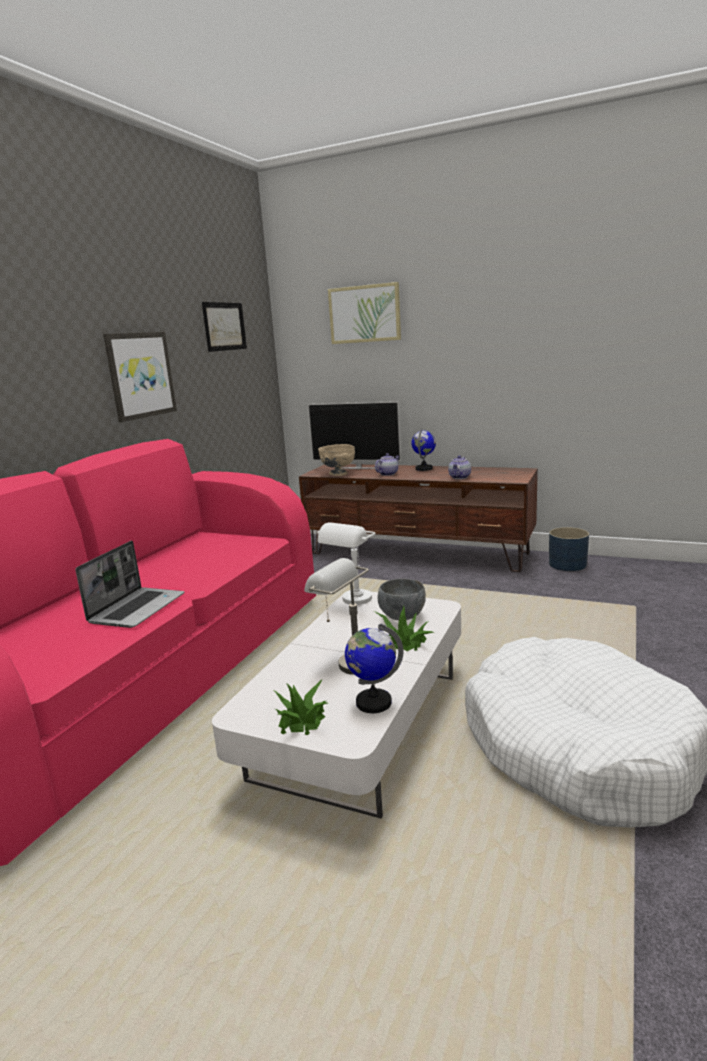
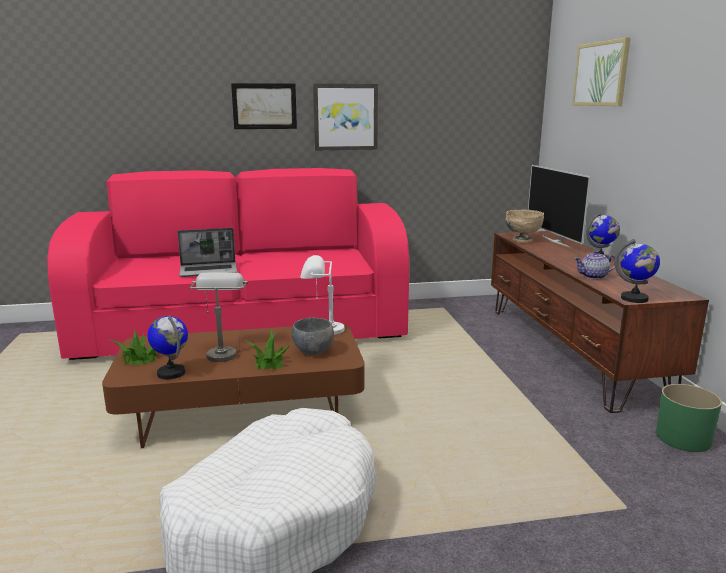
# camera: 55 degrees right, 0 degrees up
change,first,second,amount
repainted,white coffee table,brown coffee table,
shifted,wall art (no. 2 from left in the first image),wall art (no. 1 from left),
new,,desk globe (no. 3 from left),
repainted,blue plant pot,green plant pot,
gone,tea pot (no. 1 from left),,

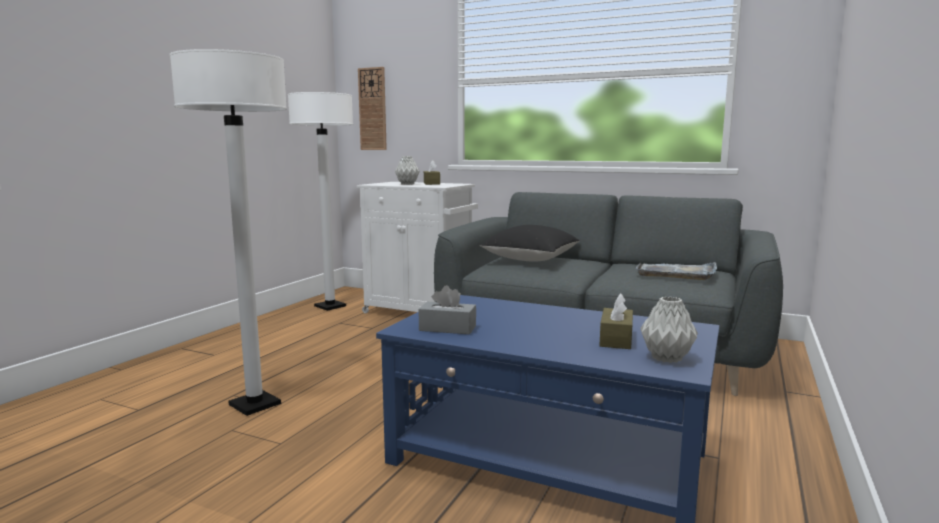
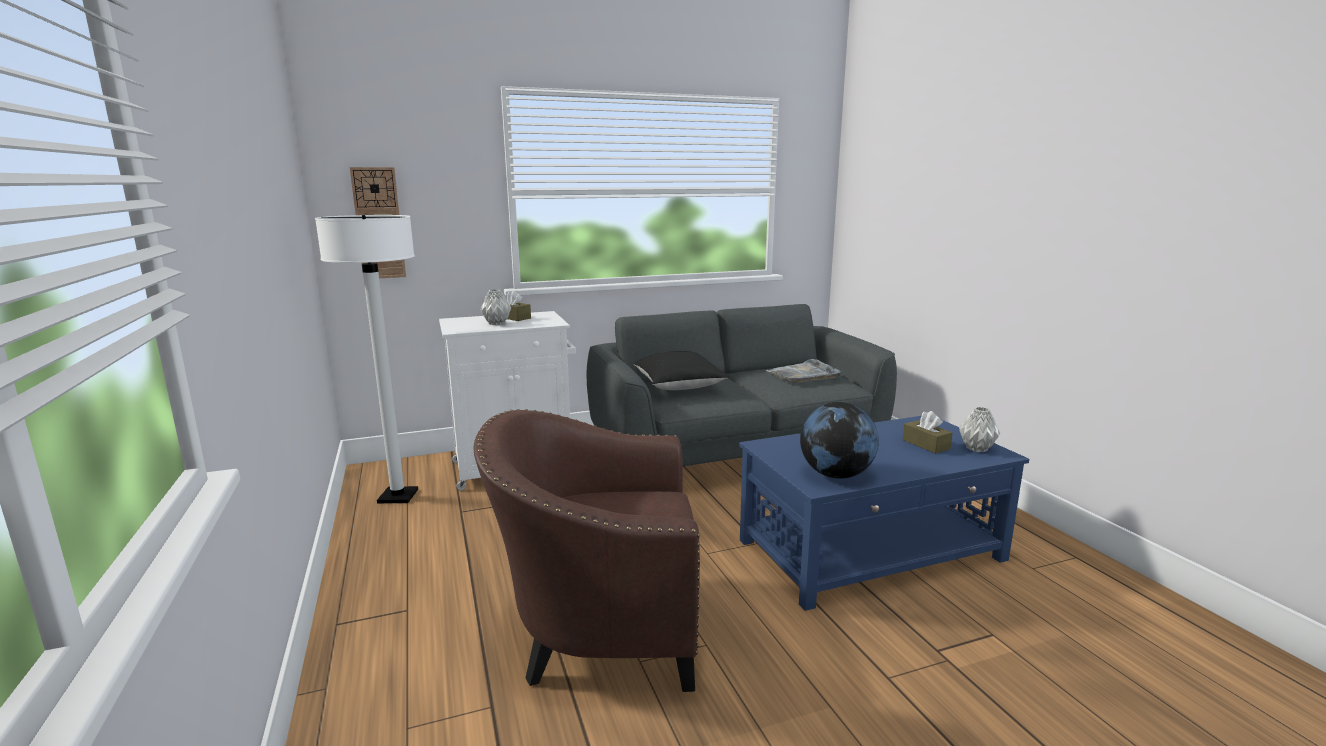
# camera: 45 degrees left, 5 degrees up
change,first,second,amount
swapped,white standing lamp (no. 1 from left),brown lounge chair,
swapped,grey tissue box,desk globe,

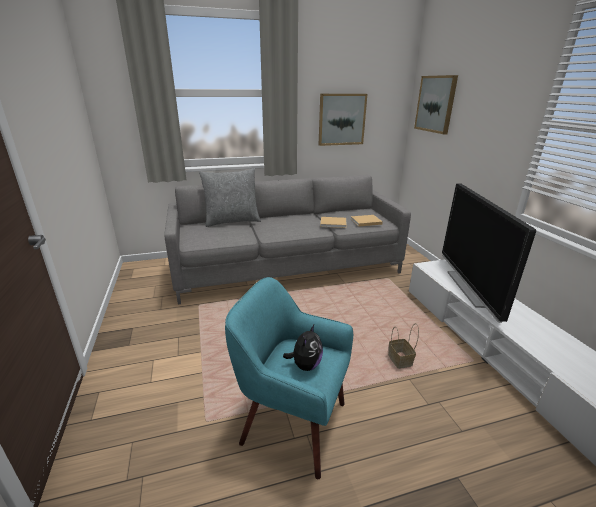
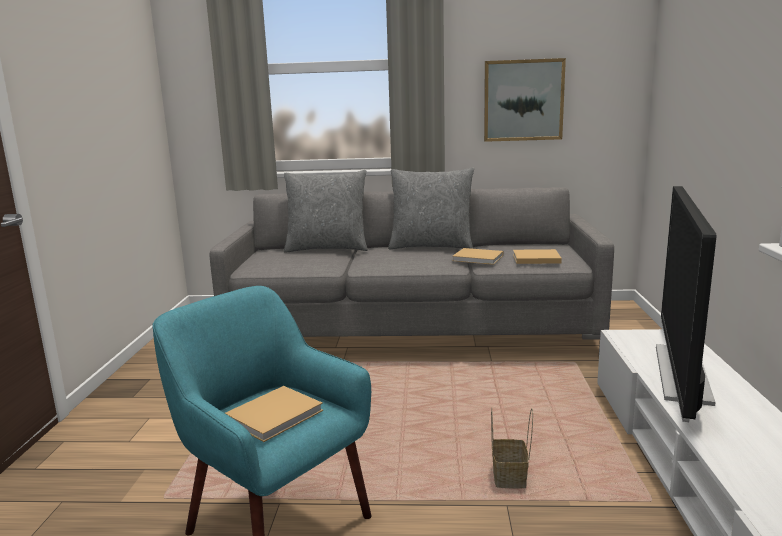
# camera: 20 degrees right, 10 degrees down
change,first,second,amount
swapped,soft toy,beige bound book (no. 1 from left),
new,,grey throw pillow (no. 2 from left),
gone,wall art (no. 2 from left),,

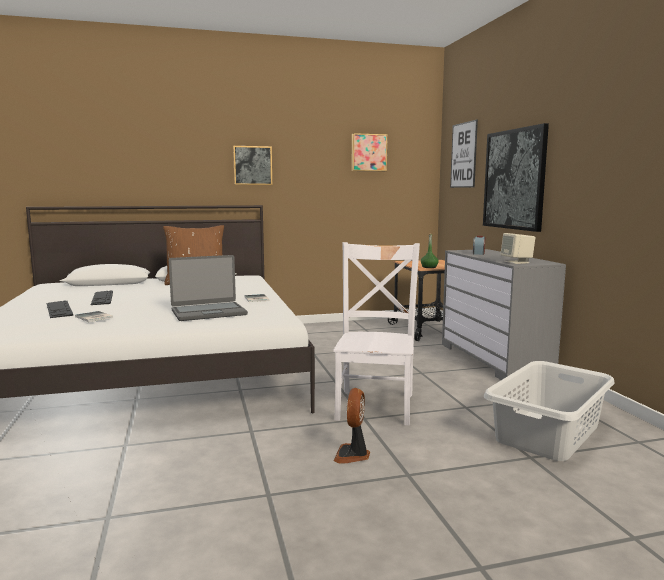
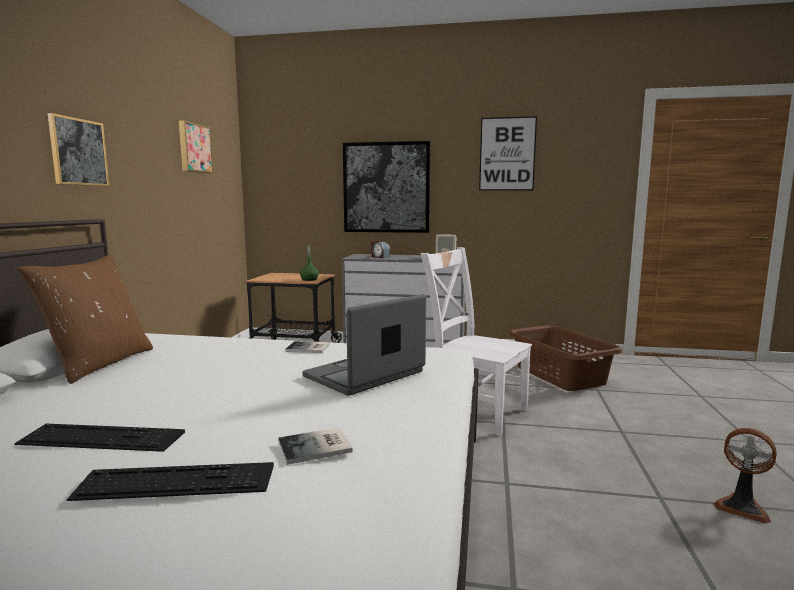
# camera: 65 degrees left, 0 degrees up
change,first,second,amount
rotated,notebook computer,,135 degrees counterclockwise
shifted,wall art (no. 3 from left in the first image),wall art (no. 4 from left),
repainted,grey laundry basket,brown laundry basket,
shifted,fan,,

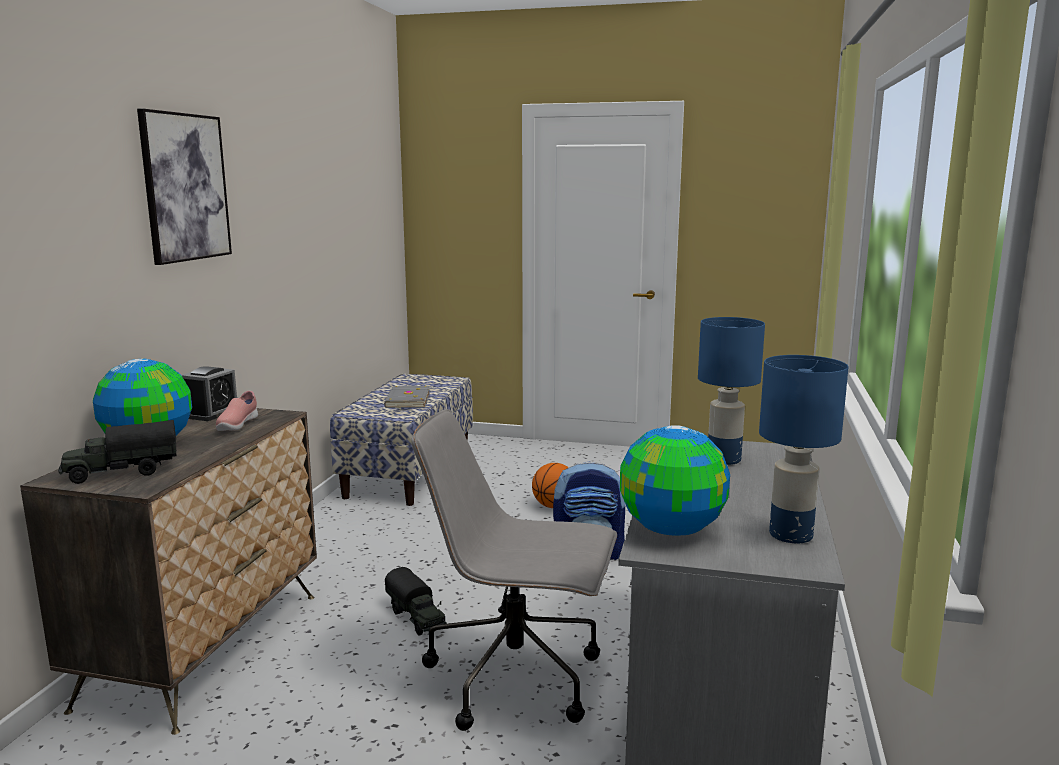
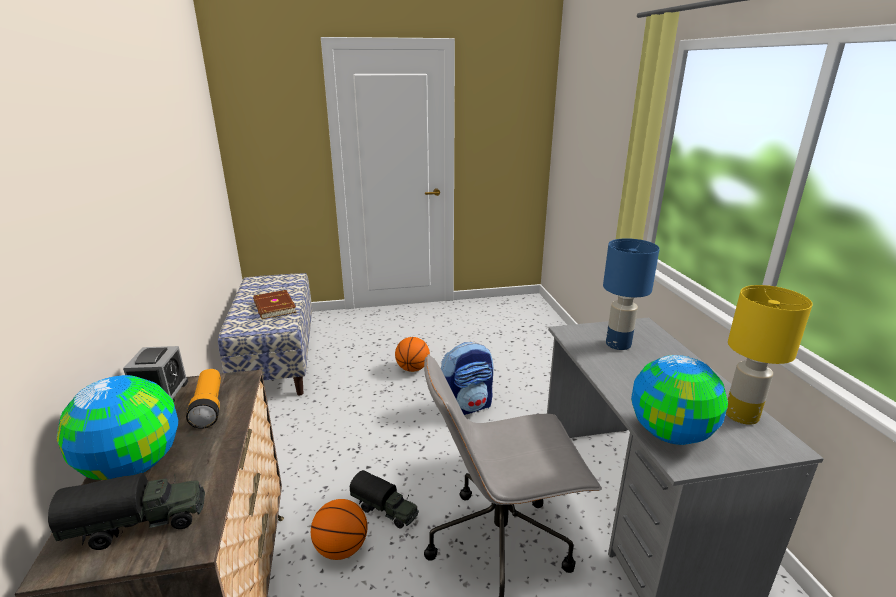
# camera: 25 degrees left, 10 degrees up
change,first,second,amount
rotated,toy truck (no. 1 from left),,150 degrees counterclockwise
swapped,pink-coloured low shoe,hand torch,
repainted,grey bound book,brown bound book,
new,,basketball (no. 1 from left),
repainted,blue table lamp (no. 2 from left),yellow-coloured table lamp,
gone,wall art,,

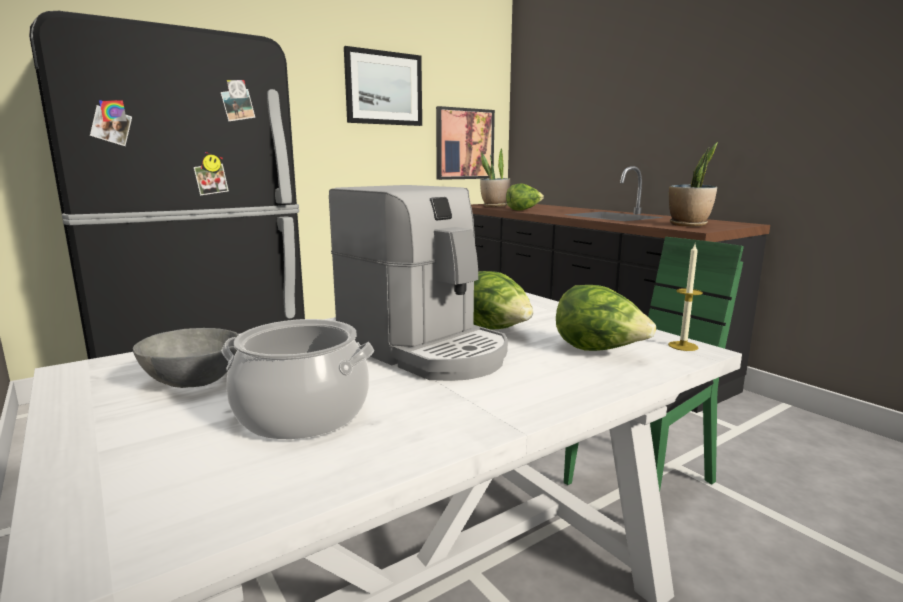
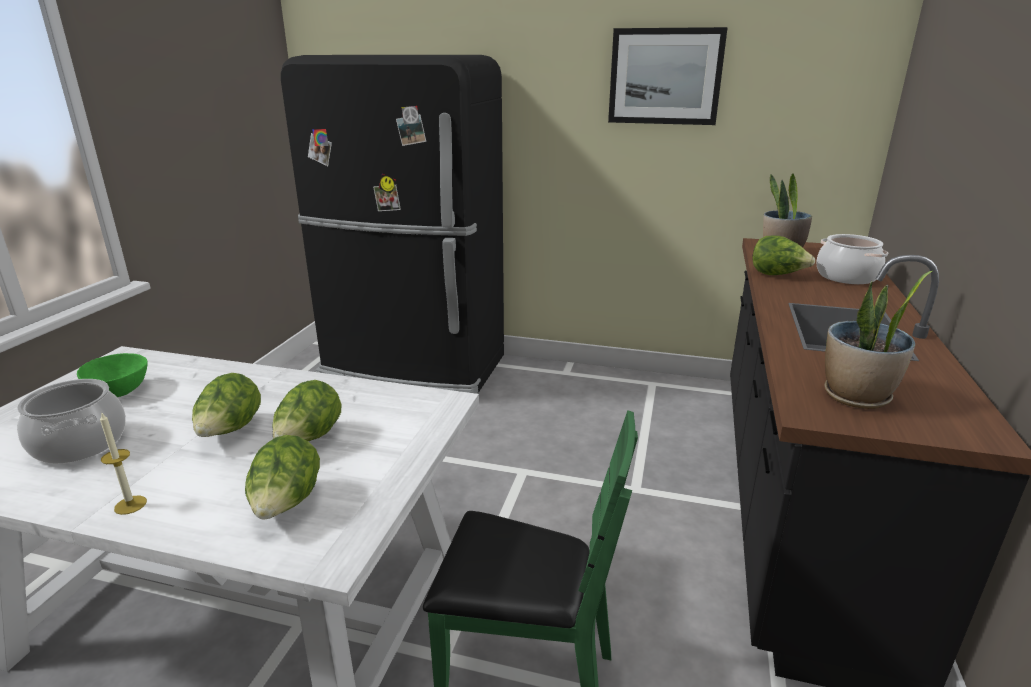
# camera: 50 degrees right, 10 degrees up
change,first,second,amount
repainted,grey bowl,green bowl,
shifted,wax light,,
swapped,coffee brewer,lettuce head (no. 1 from left),
new,,saucepot (no. 2 from left),
gone,wall art (no. 2 from left),,

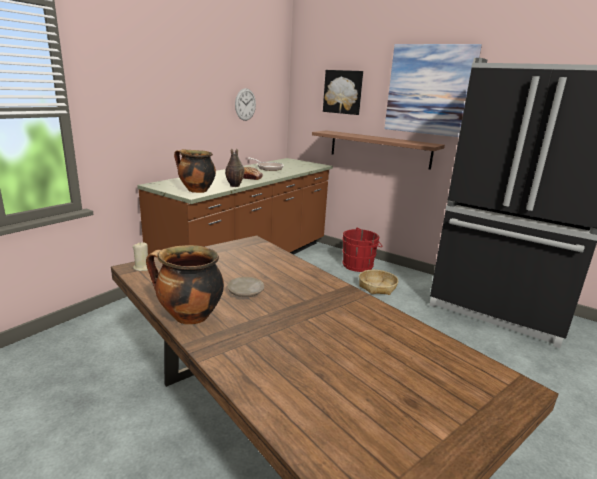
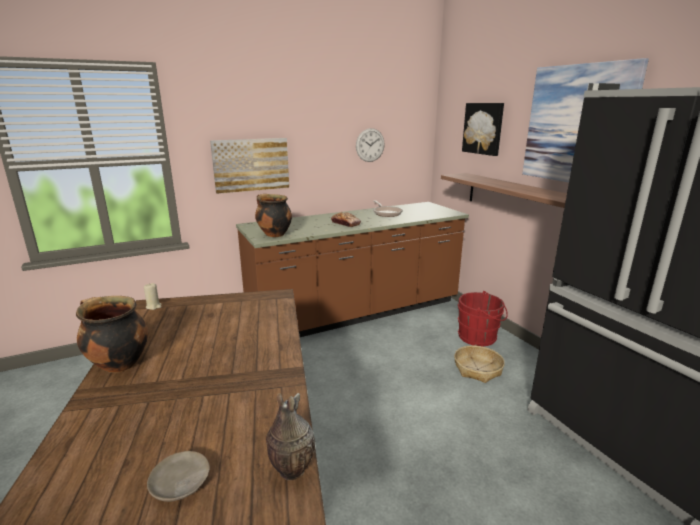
# camera: 30 degrees right, 0 degrees up
change,first,second,amount
shifted,beige plate,,
new,,wall art (no. 1 from left),
shifted,vase,,

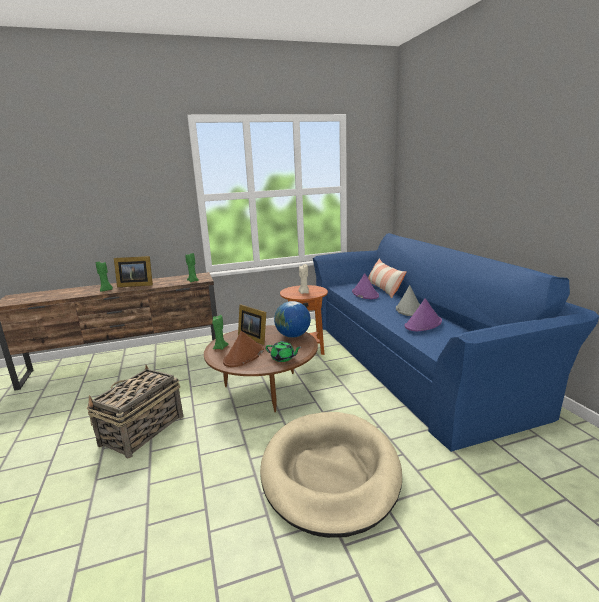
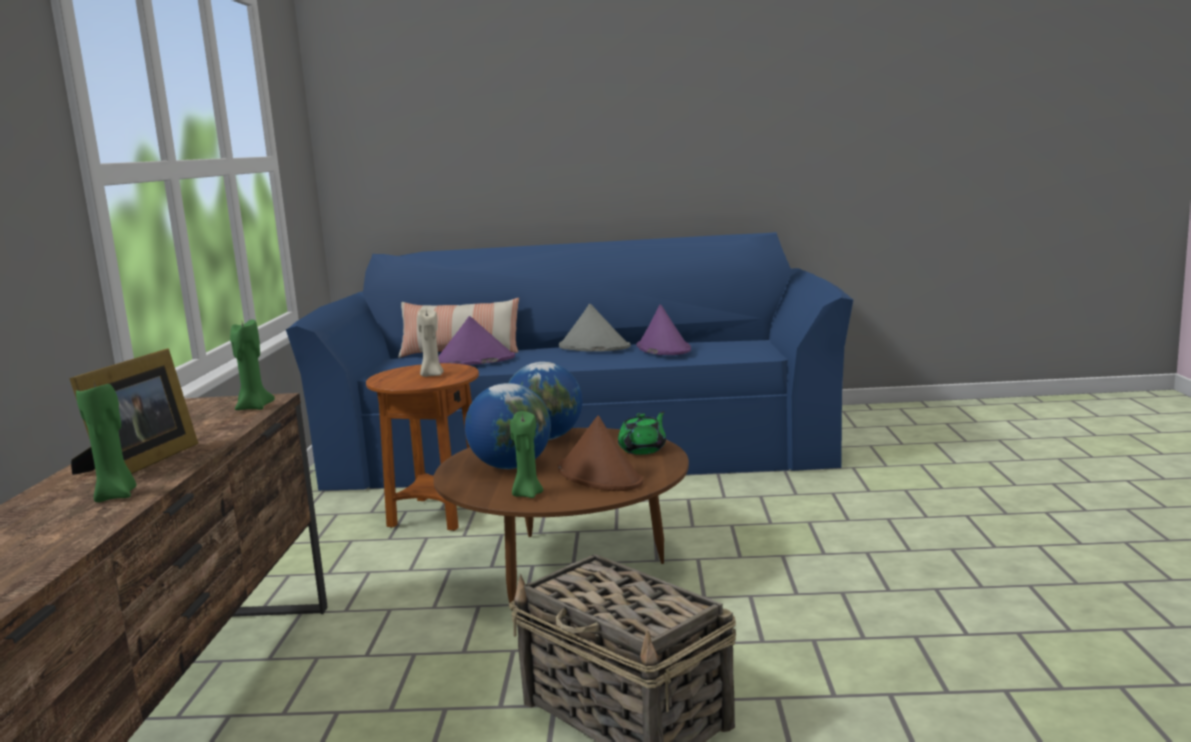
# camera: 70 degrees left, 5 degrees down
change,first,second,amount
swapped,picture frame (no. 2 from left),desk globe (no. 1 from left),
gone,beige dog bed,,

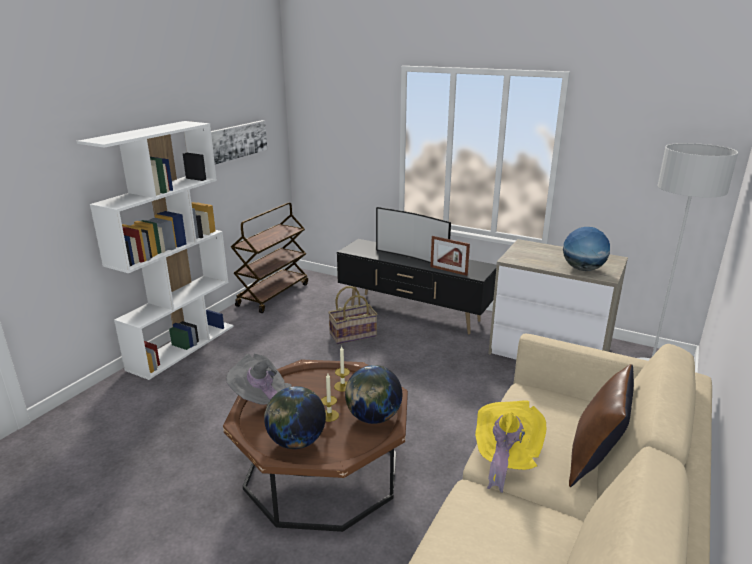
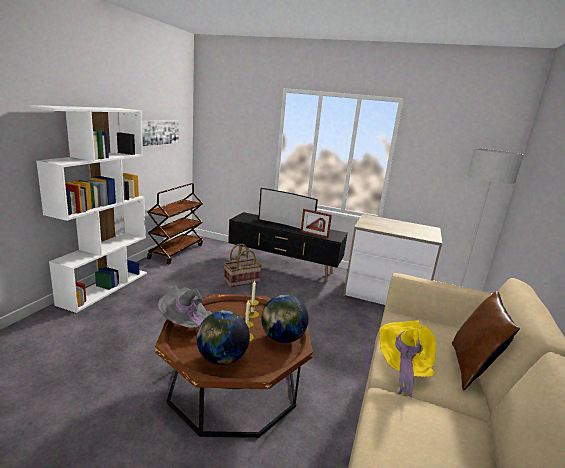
# camera: 10 degrees left, 5 degrees down
change,first,second,amount
gone,desk globe (no. 3 from left),,

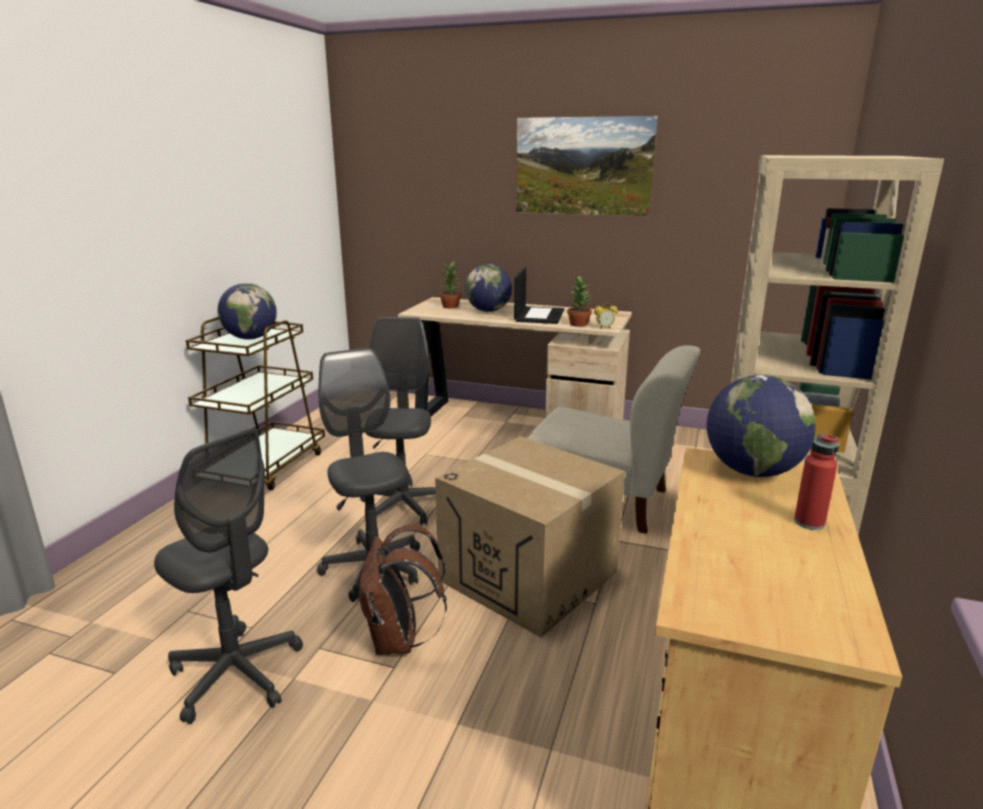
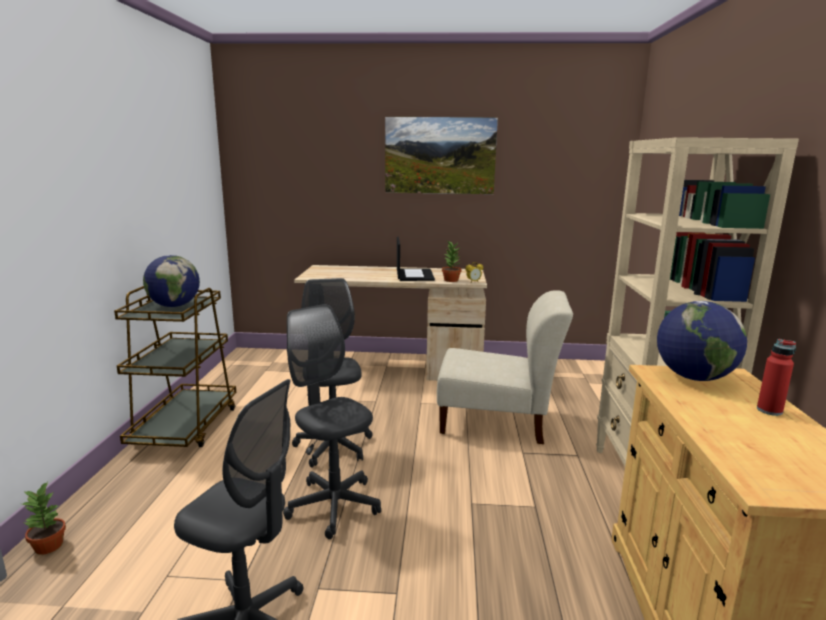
# camera: 15 degrees left, 5 degrees down
change,first,second,amount
shifted,houseplant (no. 1 from left),,
gone,brown rucksack,,
gone,cardboard box,,
gone,desk globe (no. 2 from left),,

